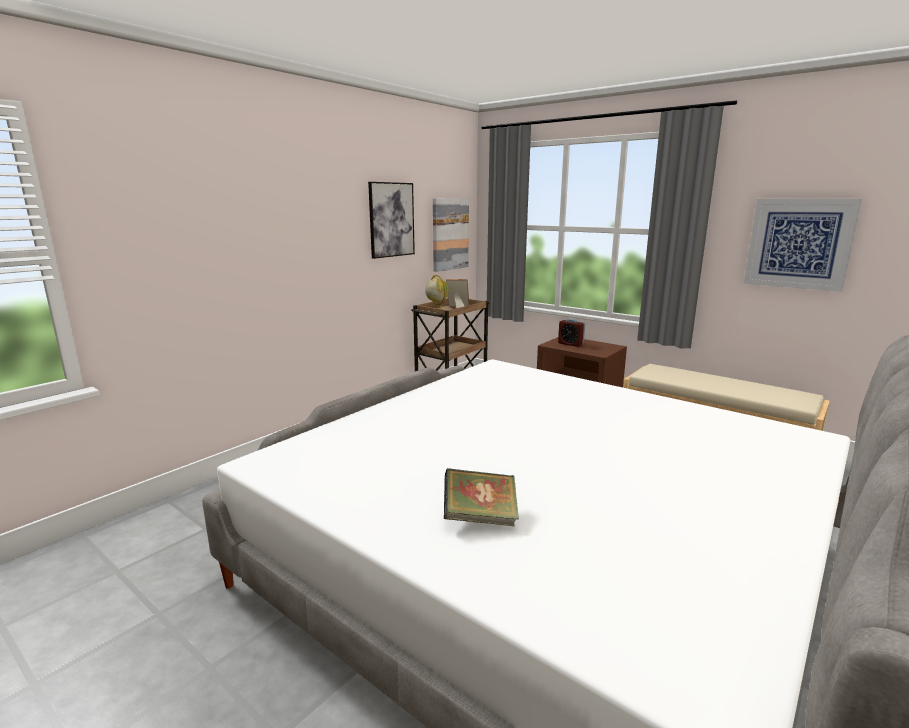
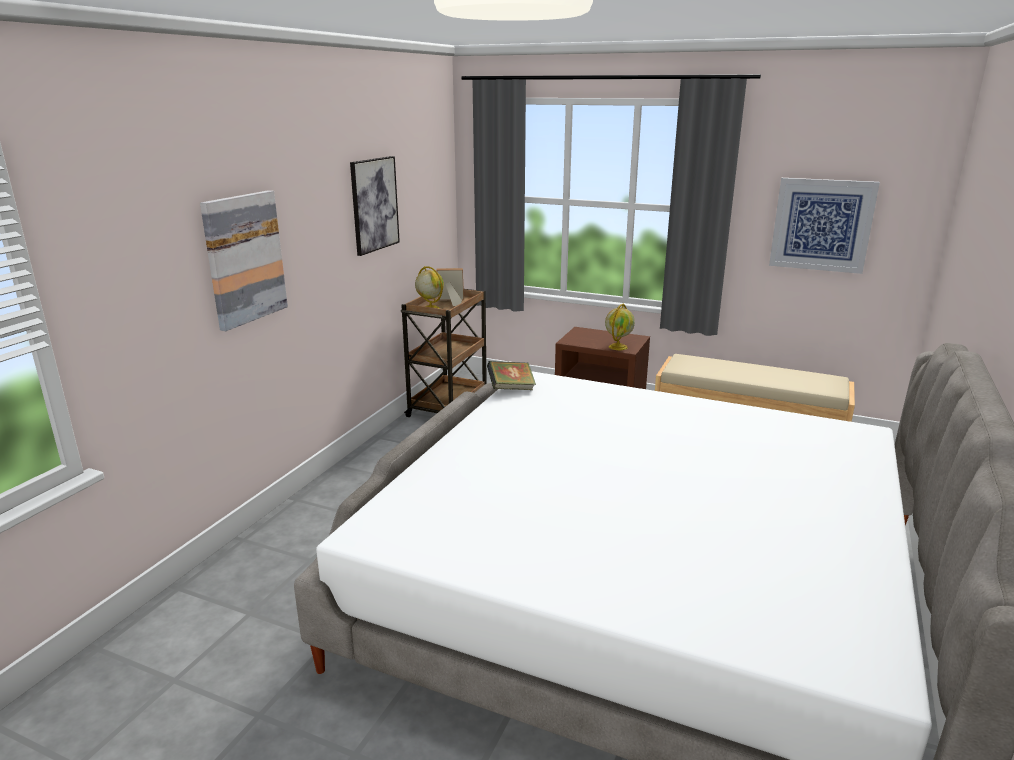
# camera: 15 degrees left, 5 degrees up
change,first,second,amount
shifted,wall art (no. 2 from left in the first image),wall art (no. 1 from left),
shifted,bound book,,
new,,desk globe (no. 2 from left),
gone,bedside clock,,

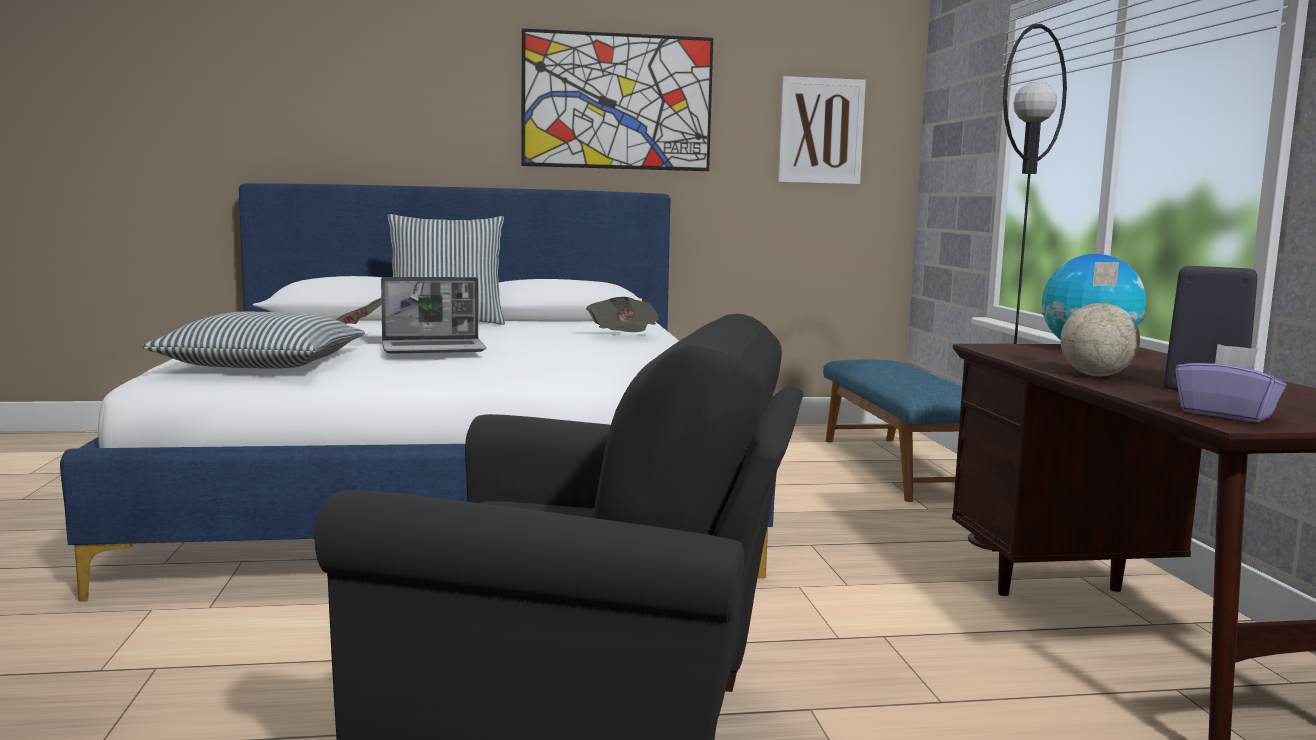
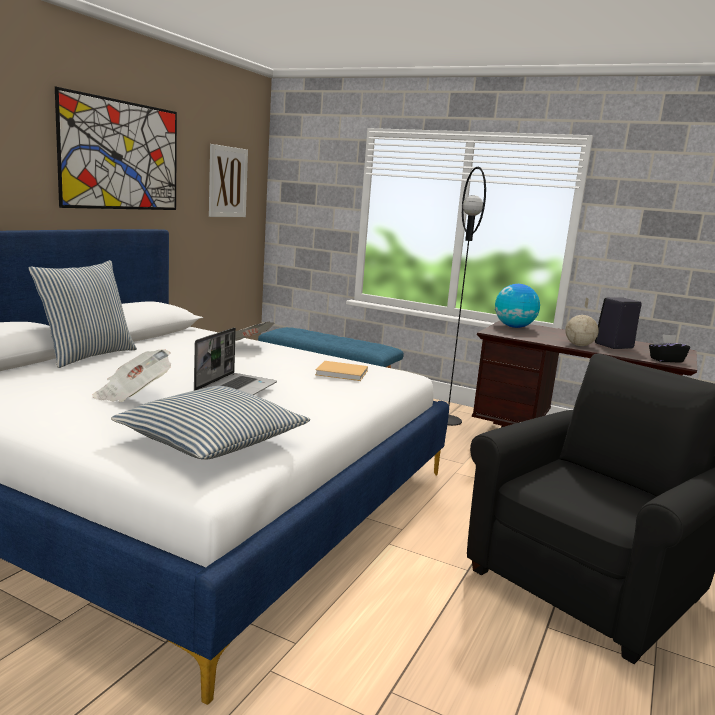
# camera: 55 degrees left, 5 degrees up
change,first,second,amount
new,,beige bound book,
repainted,purplish tissue box,black-coloured tissue box,

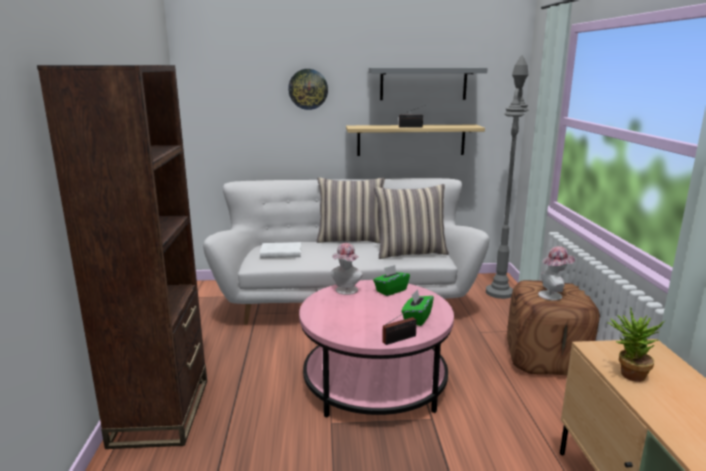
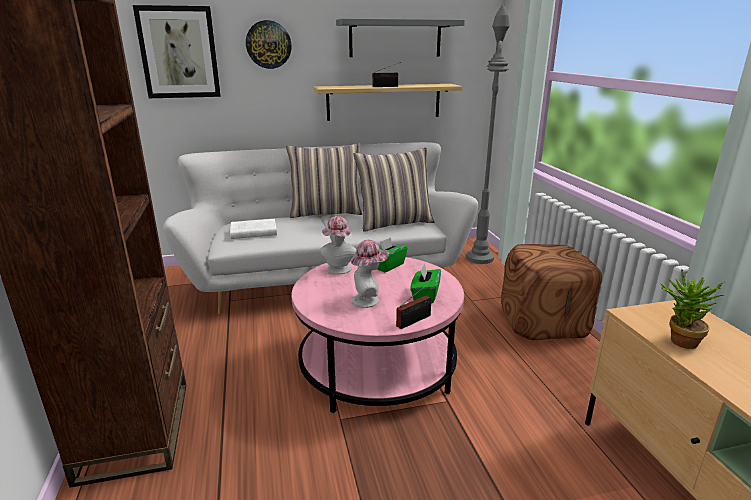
# camera: 10 degrees left, 5 degrees up
change,first,second,amount
new,,wall art,
shifted,hat (no. 2 from left),,

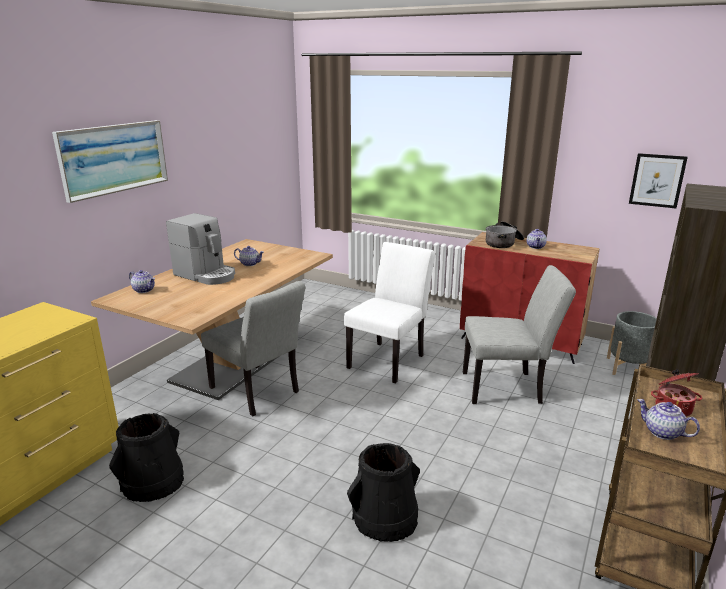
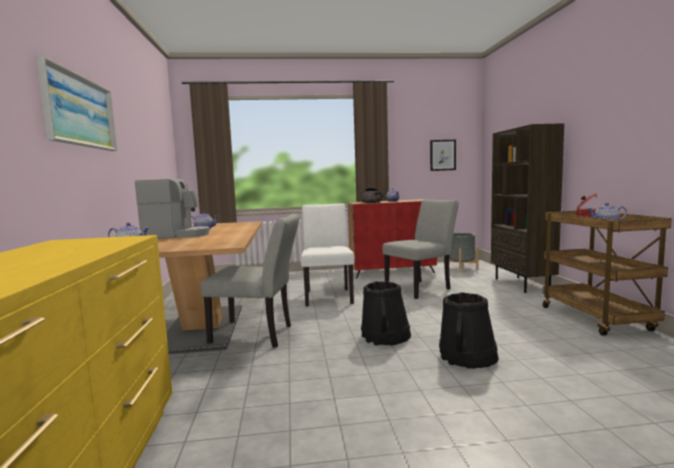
# camera: 35 degrees left, 15 degrees down
change,first,second,amount
shifted,black-coloured pail (no. 1 from left),,

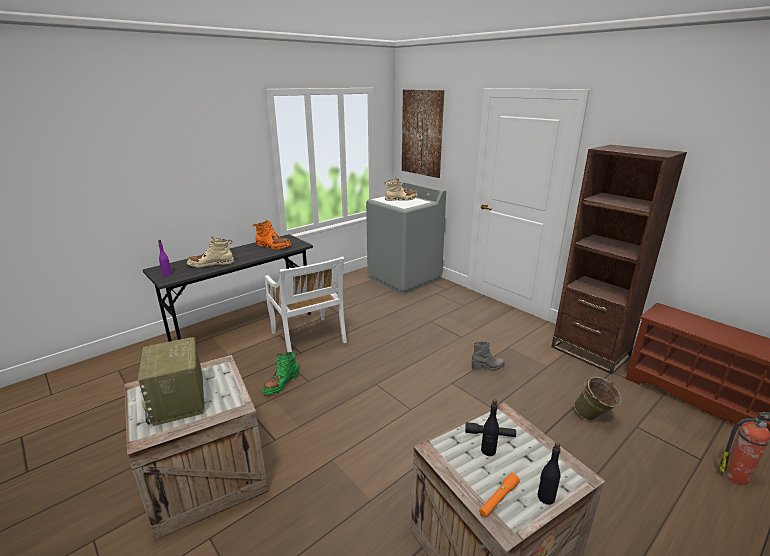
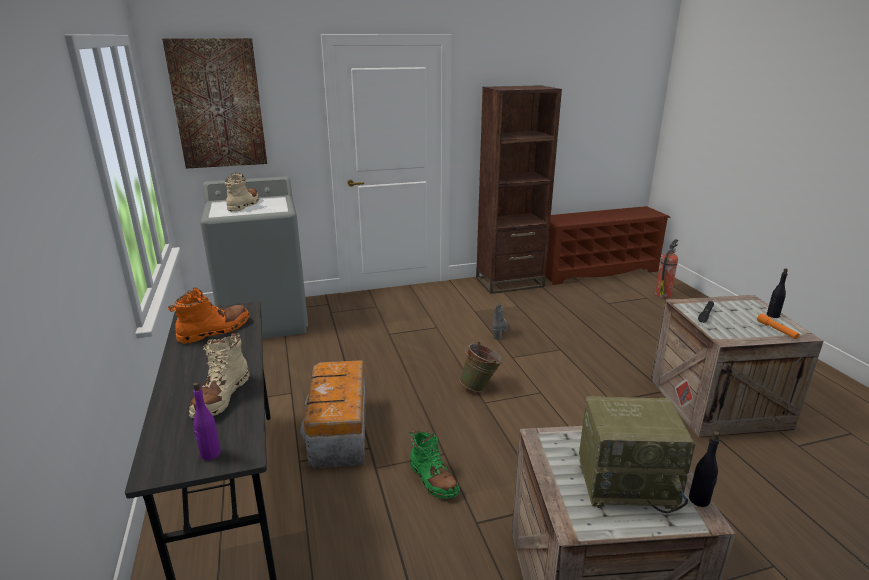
# camera: 65 degrees left, 0 degrees up
change,first,second,amount
swapped,white upright chair,storage bin,
shifted,green pail,,
shifted,black-coloured beverage bottle (no. 1 from left),,

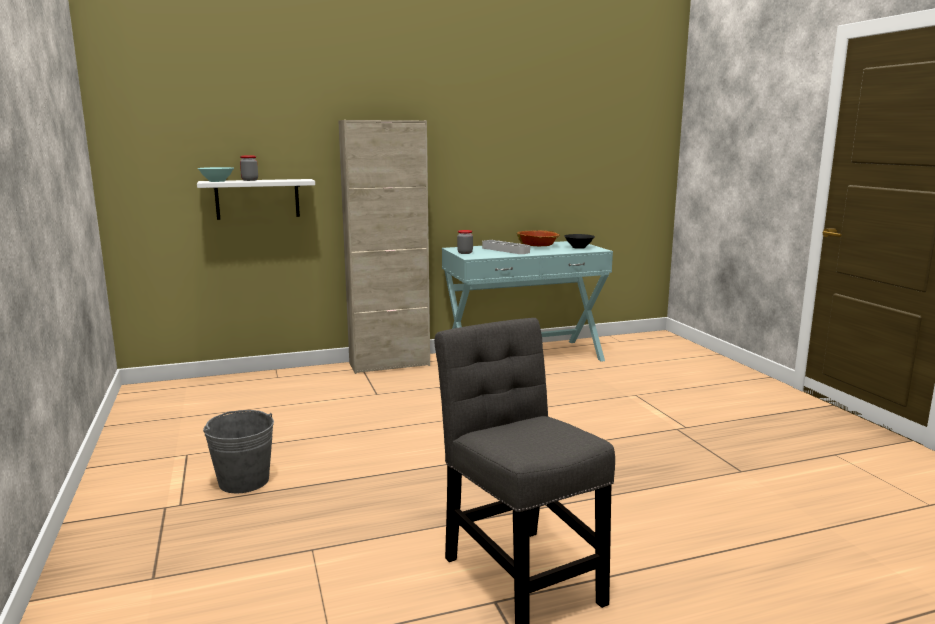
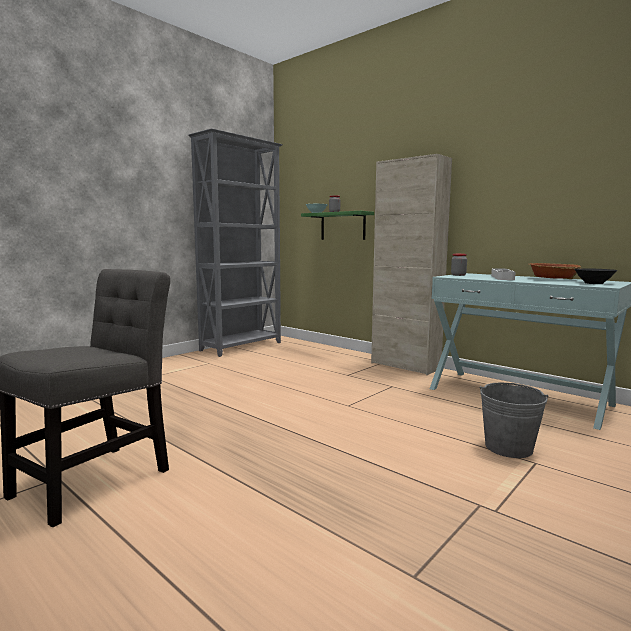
# camera: 60 degrees right, 5 degrees down
change,first,second,amount
new,,grey bookcase,
repainted,white bracket shelf,green bracket shelf,
shifted,grey pail,,

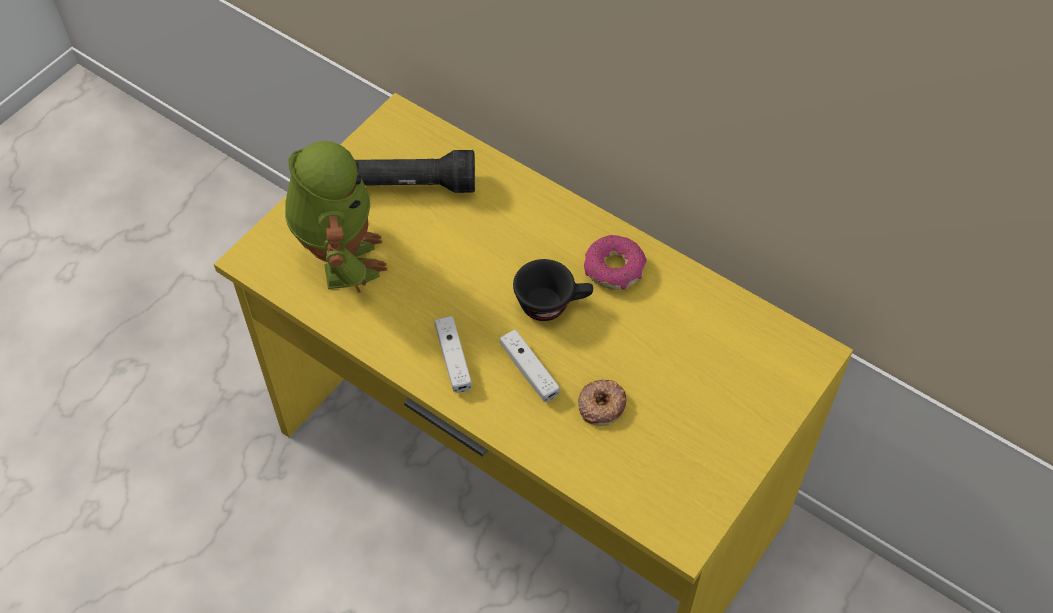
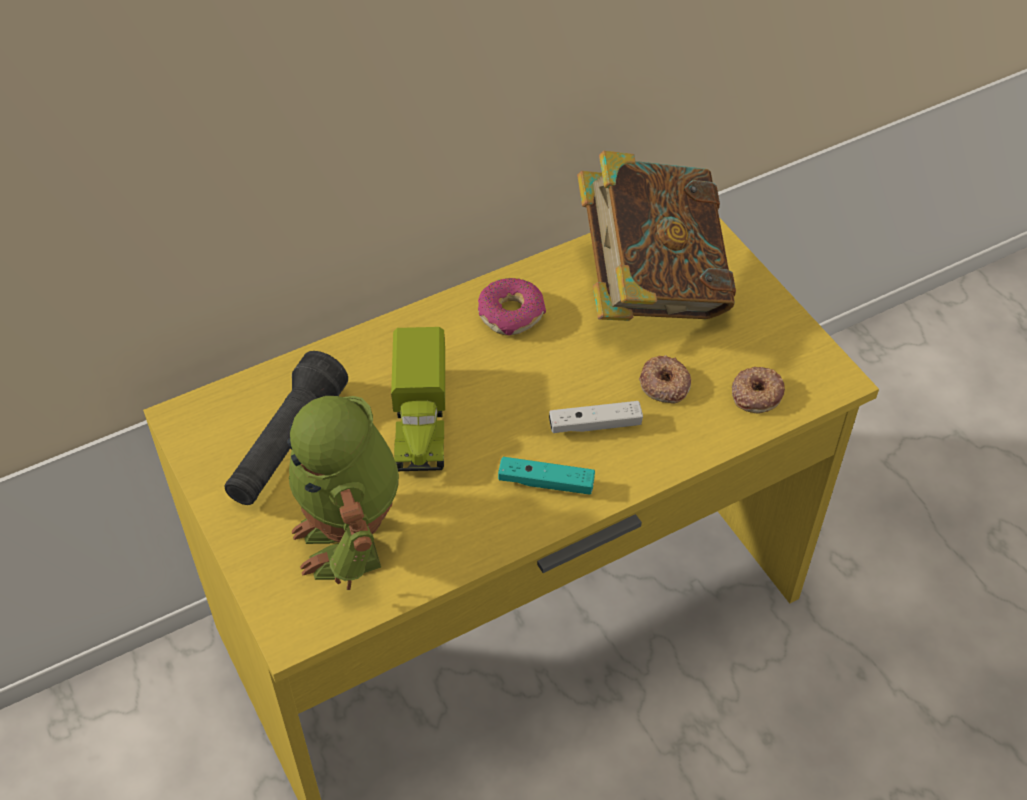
# camera: 65 degrees left, 5 degrees down
change,first,second,amount
rotated,toy robot,,120 degrees counterclockwise
new,,toy truck,
repainted,white gamepad (no. 1 from left),turquoise gamepad,
new,,bound book,
new,,doughnut (no. 3 from left),
gone,black-coloured drinking cup,,

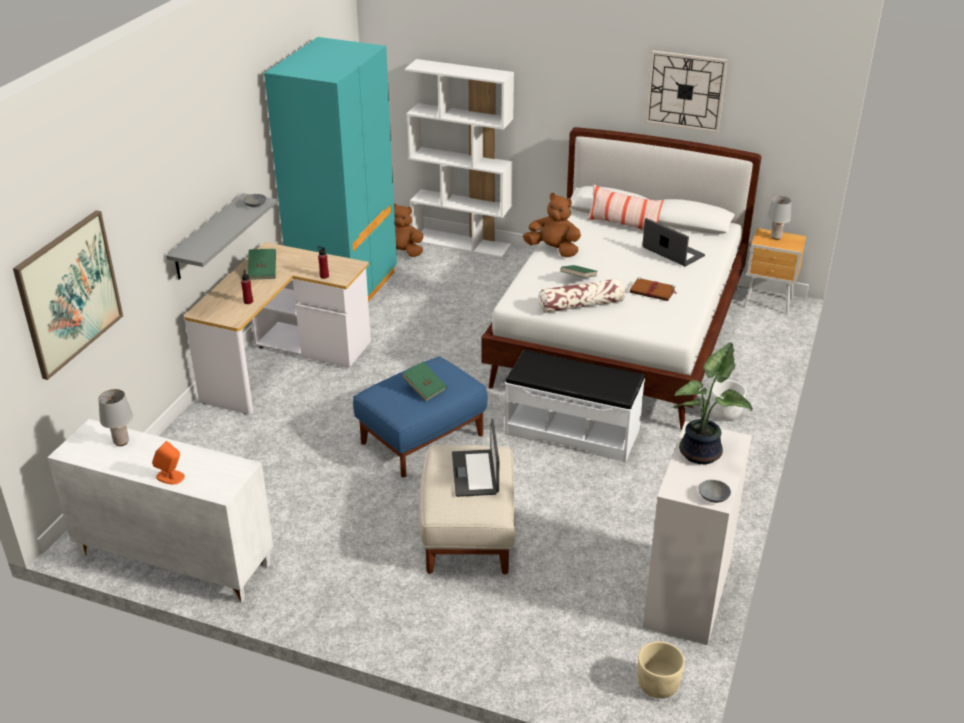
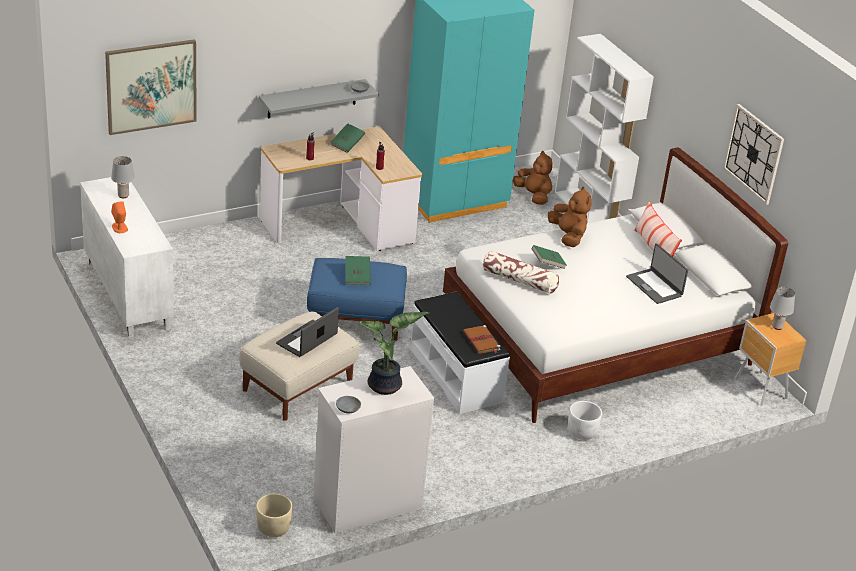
# camera: 40 degrees right, 0 degrees up
change,first,second,amount
shifted,brown bound book,,
rotated,notebook computer (no. 2 from left),,150 degrees clockwise

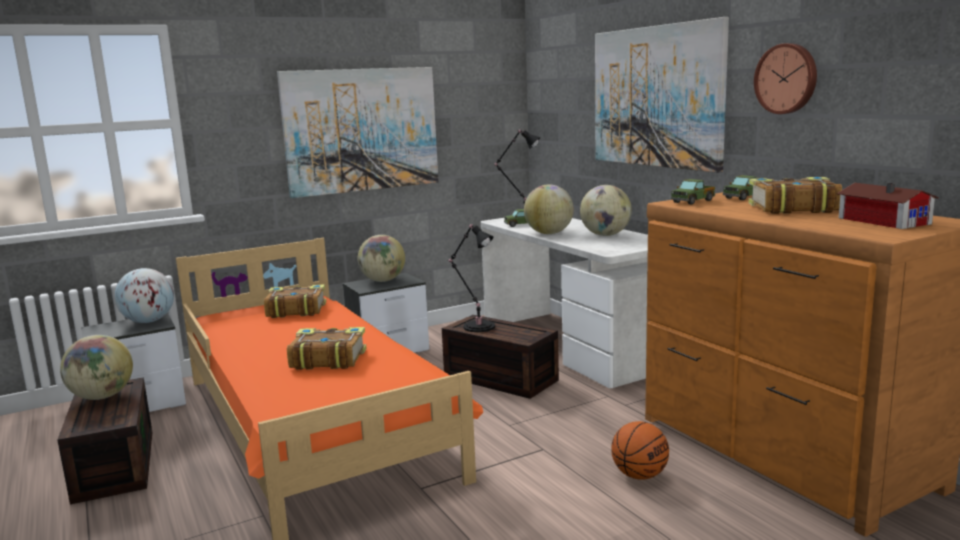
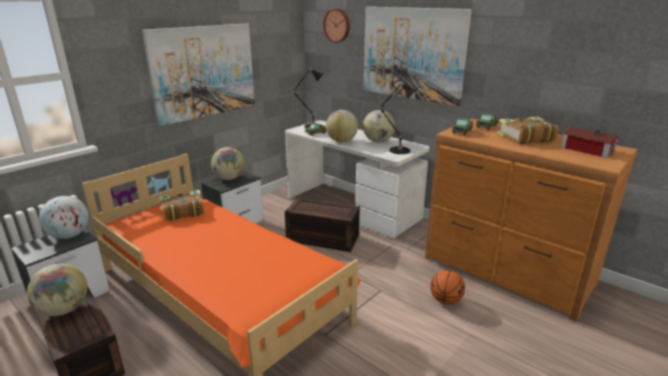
# camera: 20 degrees left, 10 degrees up
change,first,second,amount
shifted,clock on the wall,,
shifted,black-coloured table lamp (no. 1 from left in the first image),black-coloured table lamp (no. 2 from left),
gone,bound book (no. 2 from left),,

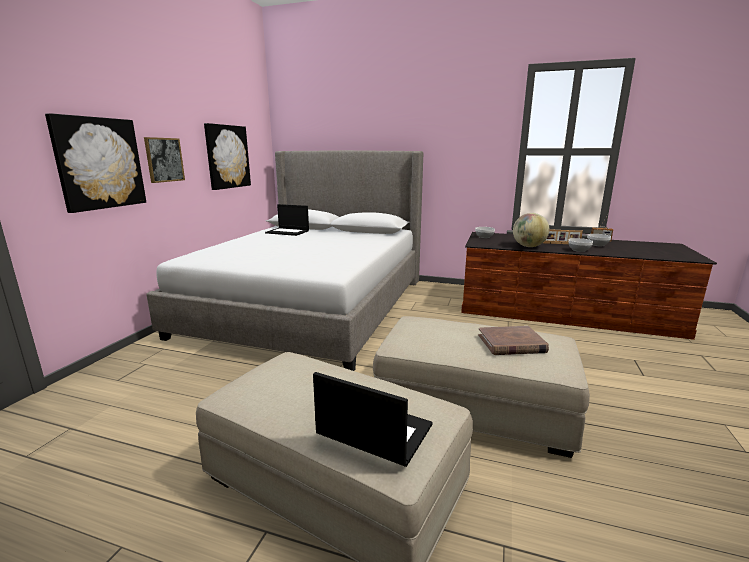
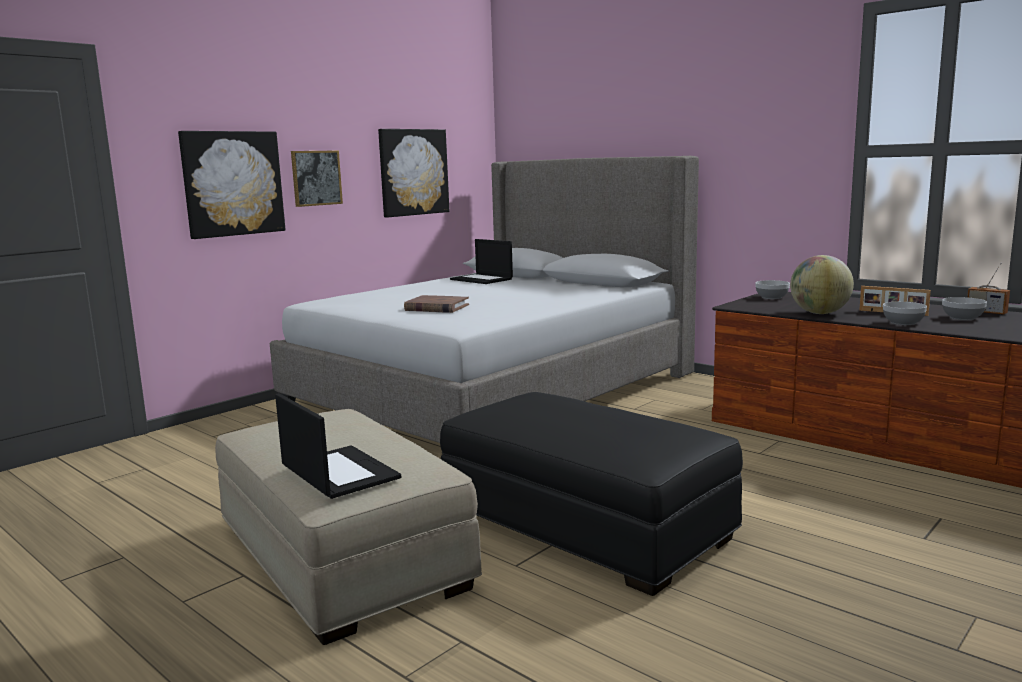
# camera: 25 degrees right, 5 degrees down
change,first,second,amount
shifted,brown bound book,,
repainted,beige pouffe (no. 2 from left),black-coloured pouffe,

